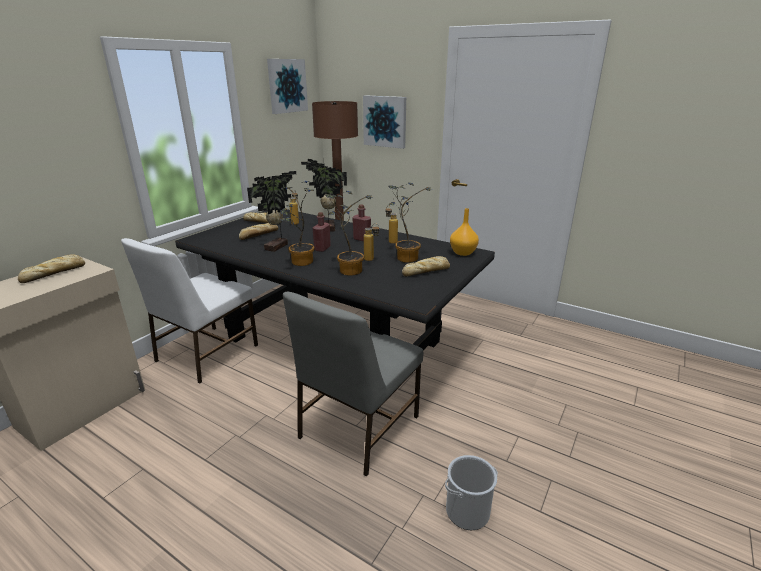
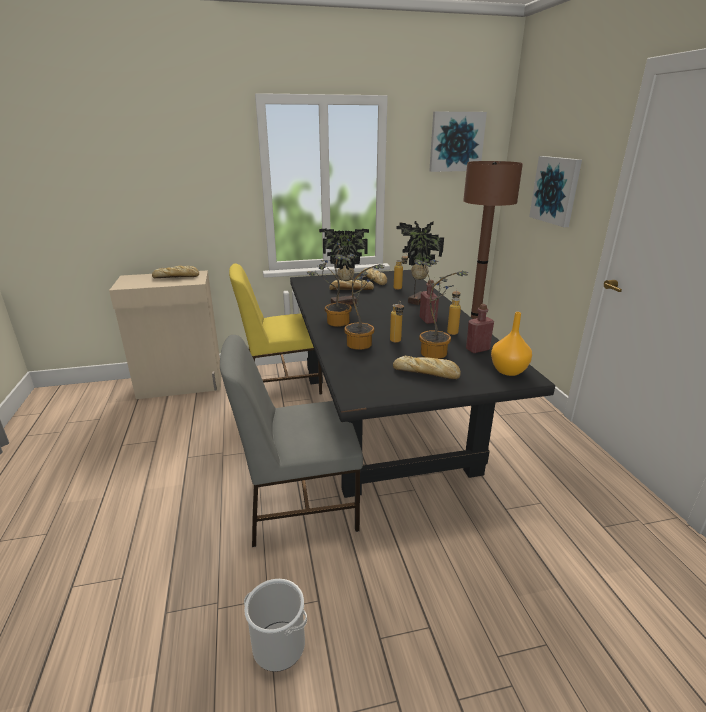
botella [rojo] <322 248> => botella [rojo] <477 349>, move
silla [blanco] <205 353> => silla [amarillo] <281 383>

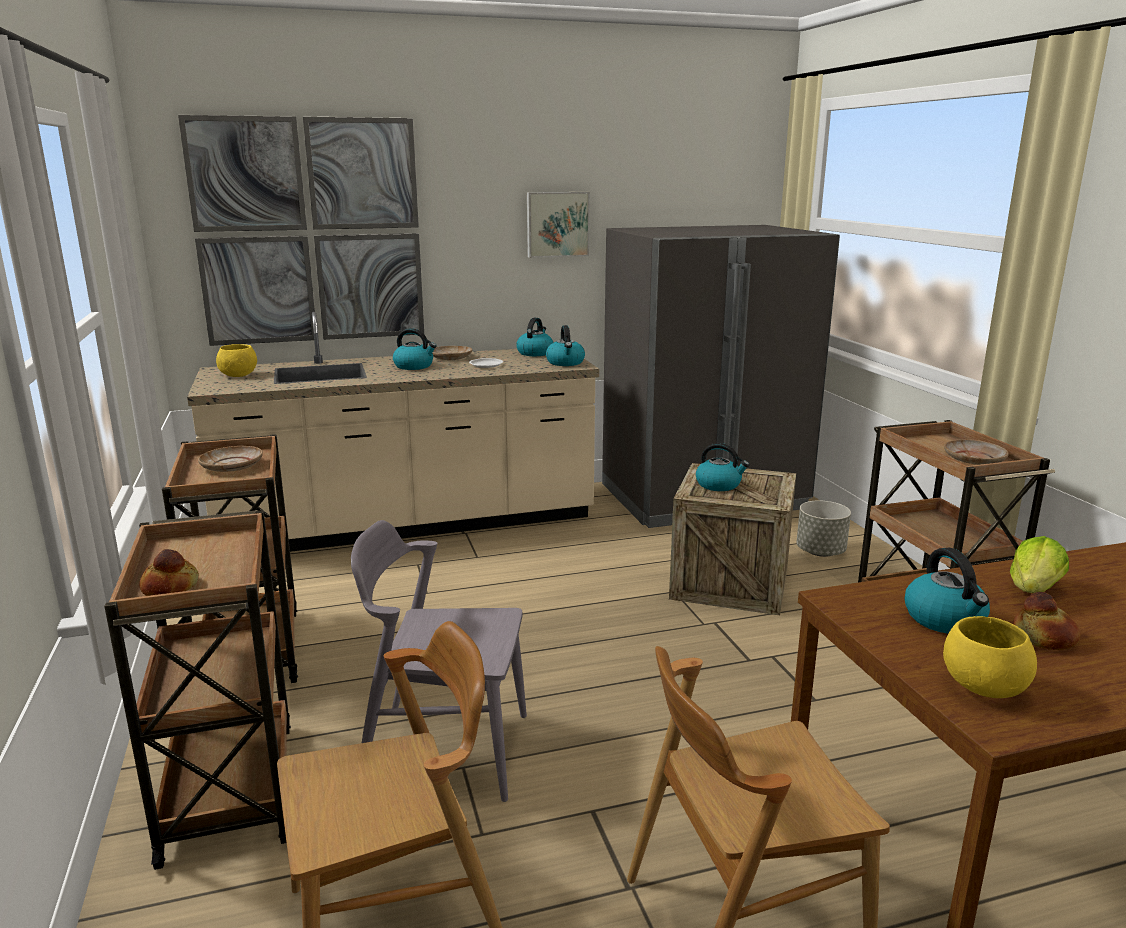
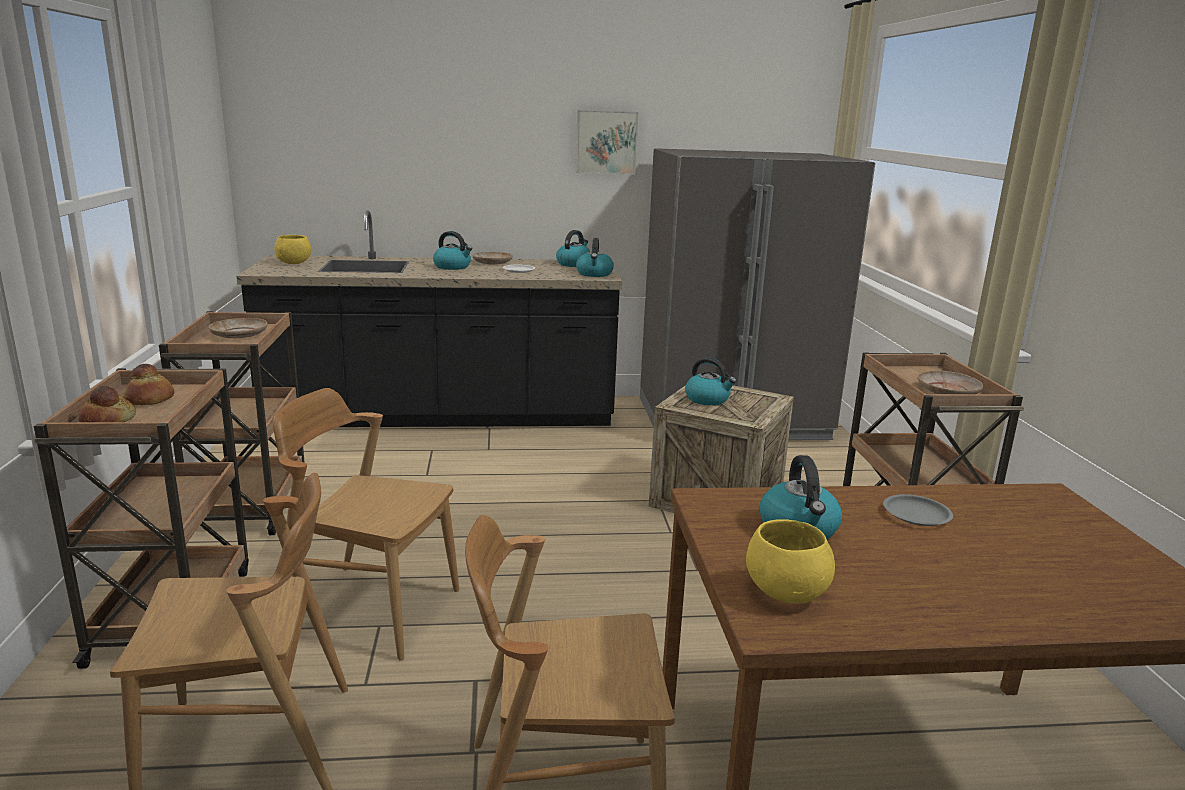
cuadro <310 232> => nothing
mueble bajo de cocina [beis] <409 524> => mueble bajo de cocina [negro] <442 415>
maceta [gris] <820 552> => nothing
silla [gris] <445 750> => silla [marrón] <371 609>
lechuga <1034 590> => plato [gris] <917 514>
pan <1045 637> => pan <151 399>, move

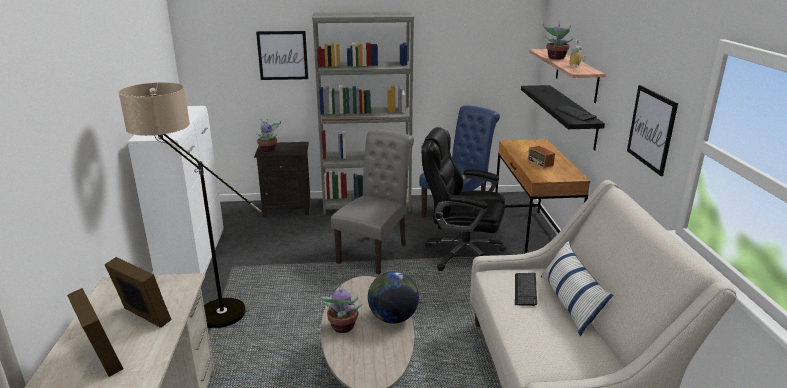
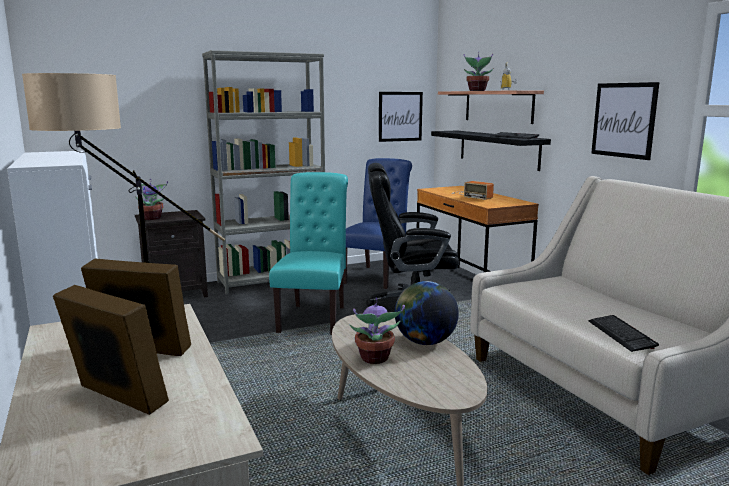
cuadro <282 55> => cuadro <400 116>, move
silla [gris] <375 251> => silla [turquesa] <314 317>
cojín <569 303> => nothing
teclado <525 290> => teclado <621 334>, move

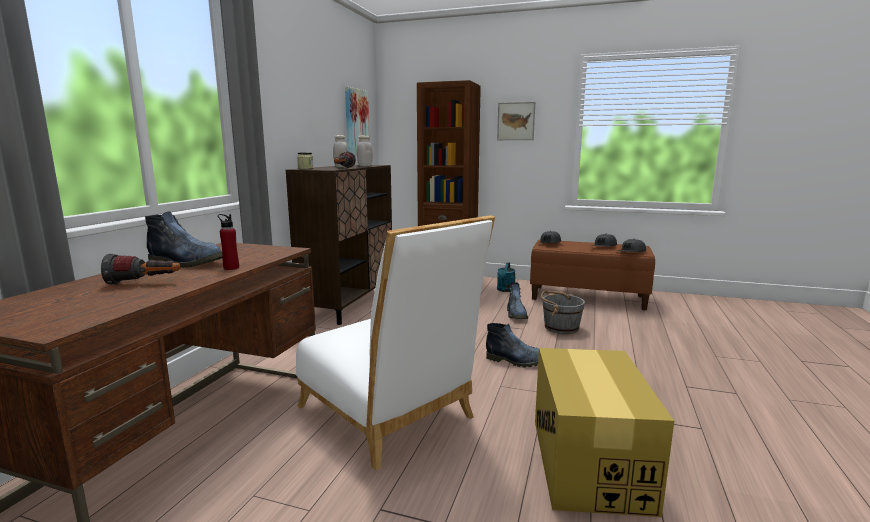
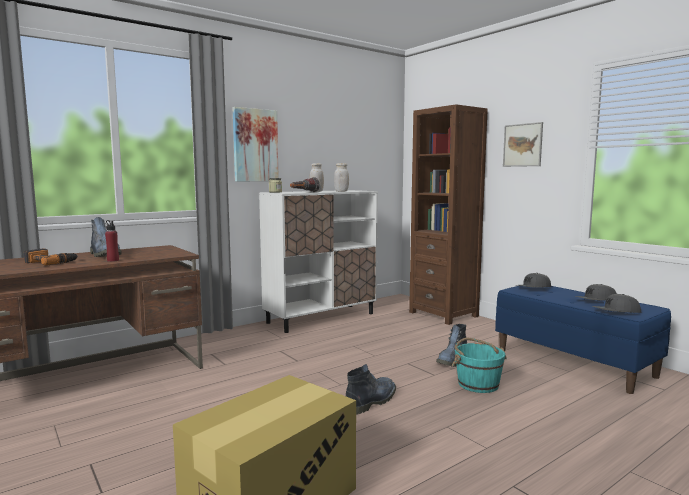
cuadro <356 122> => cuadro <255 145>, move
armario [marrón] <349 303> => armario [blanco] <321 318>
silla [blanco] <391 416> => nothing
banco [marrón] <588 297> => banco [azul] <574 362>
linterna <145 283> => taladro <51 262>
regadera [turquesa] <505 290> => nothing
cubo [gris] <560 327> => cubo [turquesa] <477 384>
bota <517 361> => bota <372 401>, 105 degrees counterclockwise

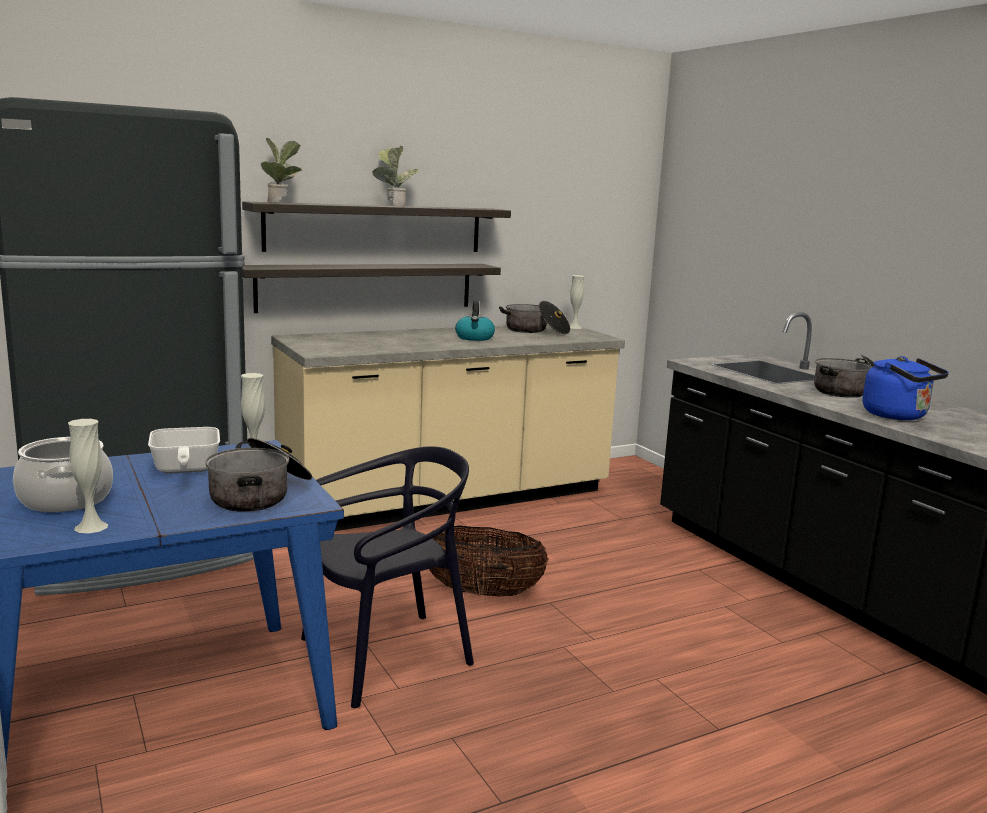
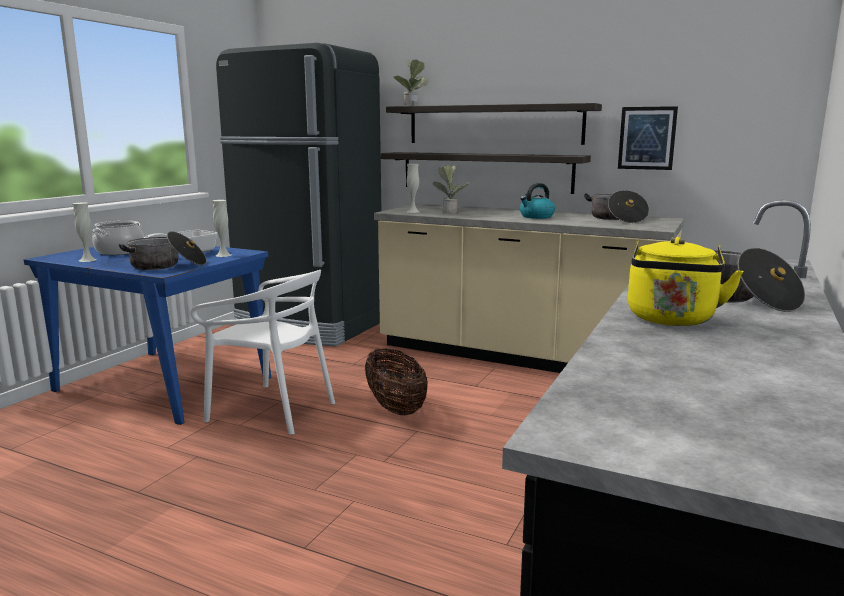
planta en maceta <393 206> => planta en maceta <450 212>, move
florero [blanco] <574 327> => florero [blanco] <413 211>, move
hervidor [azul] <898 416> => hervidor [amarillo] <671 320>
silla [negro] <386 656> => silla [blanco] <272 410>
nothing => cuadro <647 138>

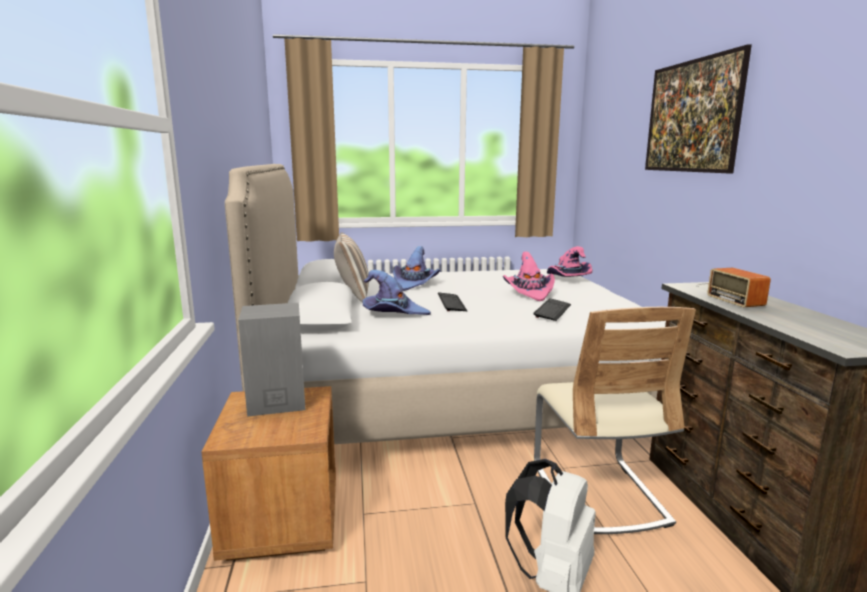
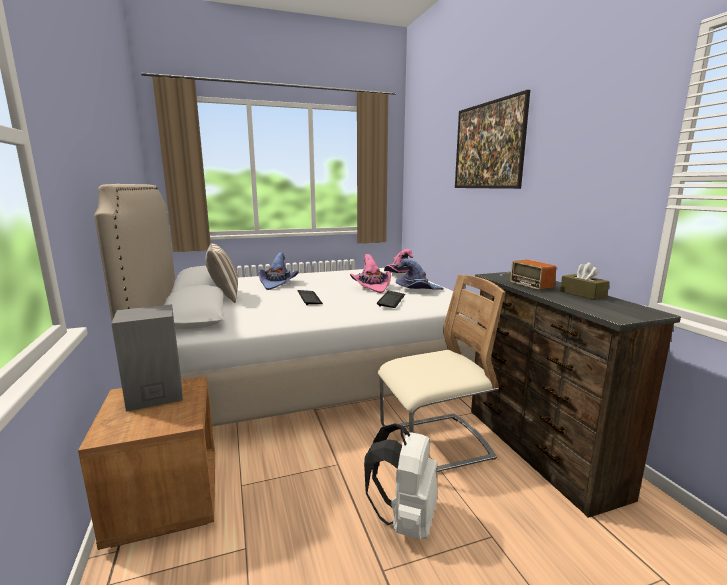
sombrero [morado] <393 313> => sombrero [morado] <417 290>, move
silla [beis] <597 493> => silla [beis] <435 444>, 90 degrees counterclockwise
nothing => caja de pañuelos [marrón] <582 294>

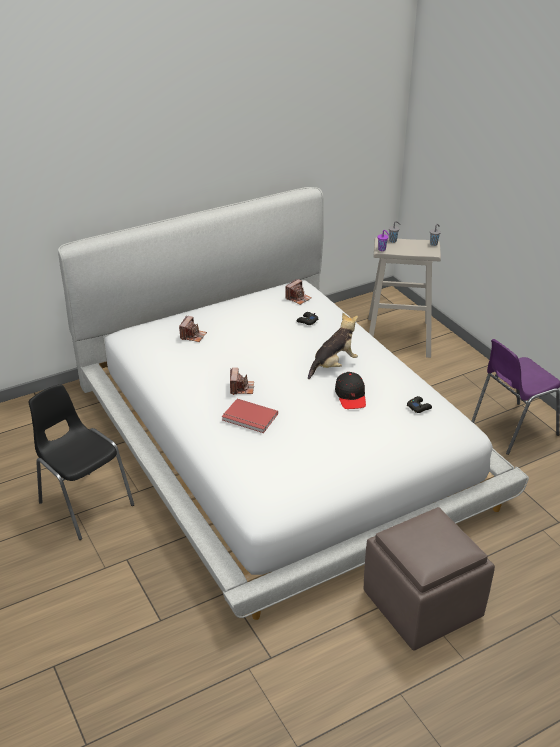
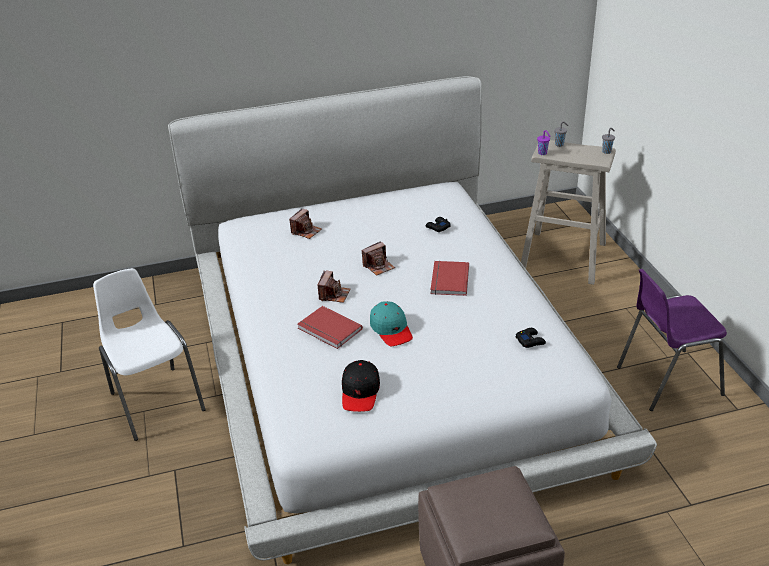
cámara <298 298> => cámara <378 266>, move
peluche <333 365> => libro [rojo] <448 280>
gorra [negro] <351 396> => gorra [negro] <360 392>, move
silla [negro] <84 503> => silla [blanco] <156 400>
nothing => gorra [turquesa] <391 329>

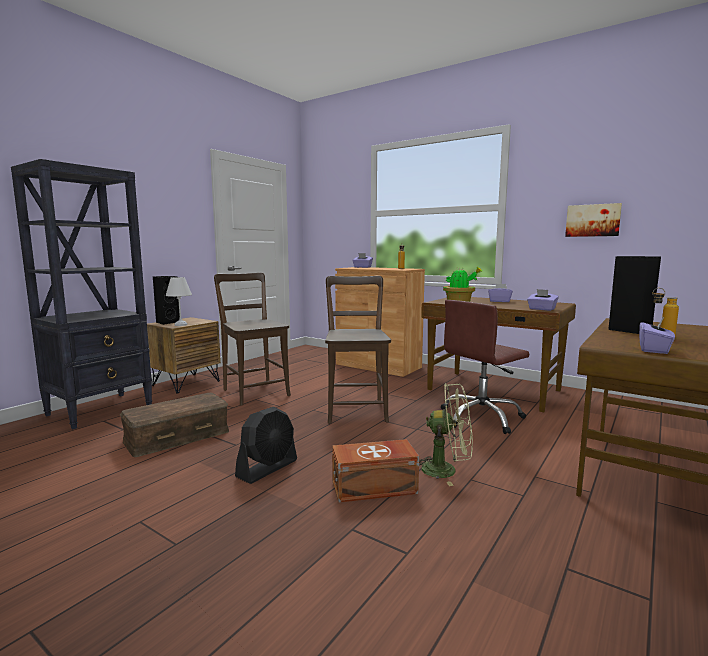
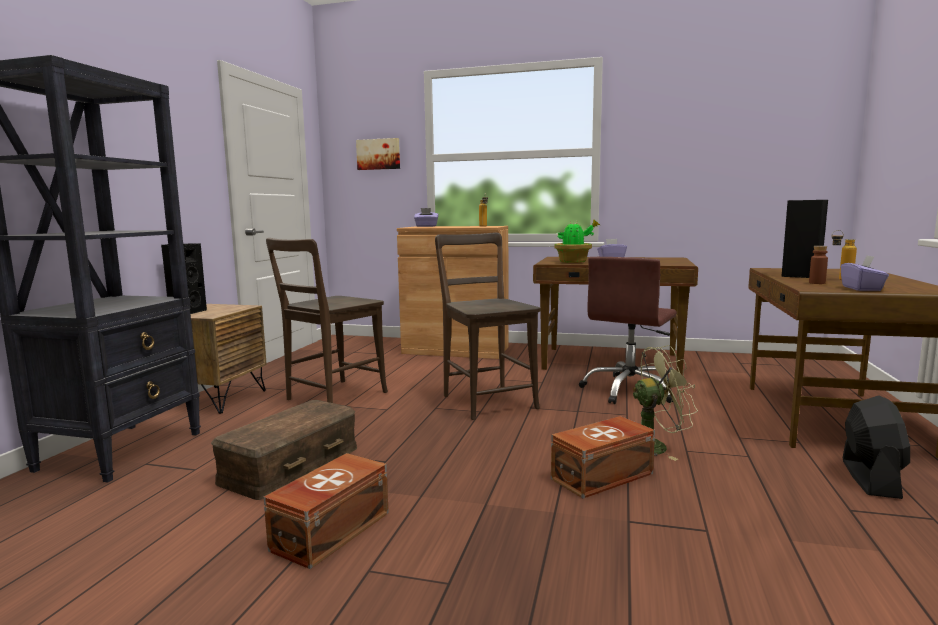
cuadro <593 220> => cuadro <378 154>, move
silla [marrón] <254 391> => silla [marrón] <332 397>, 90 degrees counterclockwise
lámpara de mesa [blanco] <180 325> => nothing
caja de pañuelos [morado] <541 309> => nothing
ventilador [negro] <267 468> => ventilador [negro] <870 478>, move
nothing => botella [marrón] <817 283>
nothing => caja de almacenaje [marrón] <329 531>

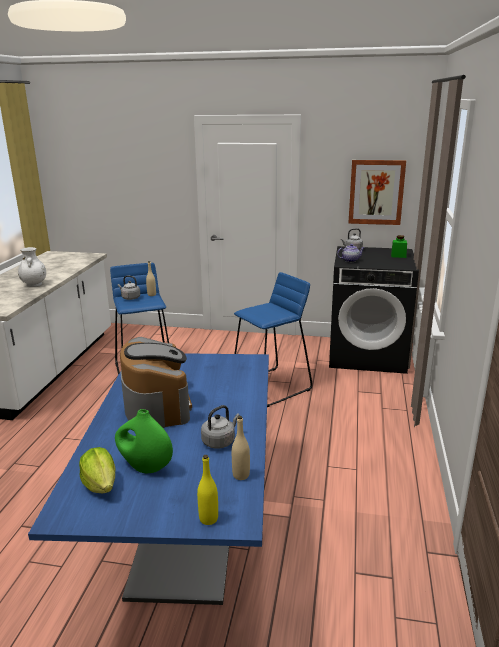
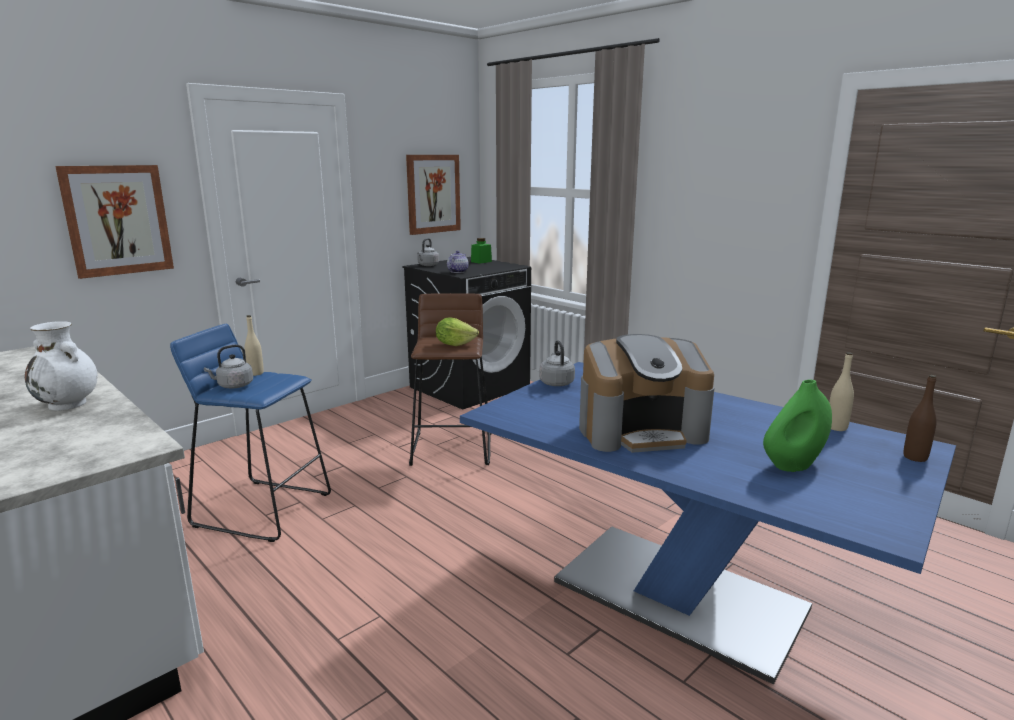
taburete [azul] <271 387> => taburete [marrón] <452 448>
cafetera <157 405> => cafetera <641 431>, 150 degrees clockwise
hervidor [gris] <220 441> => hervidor [gris] <556 382>, move
lechuga <100 484> => lechuga <454 344>, move
botella [amarillo] <208 519> => botella [marrón] <915 457>
nothing => cuadro <117 220>

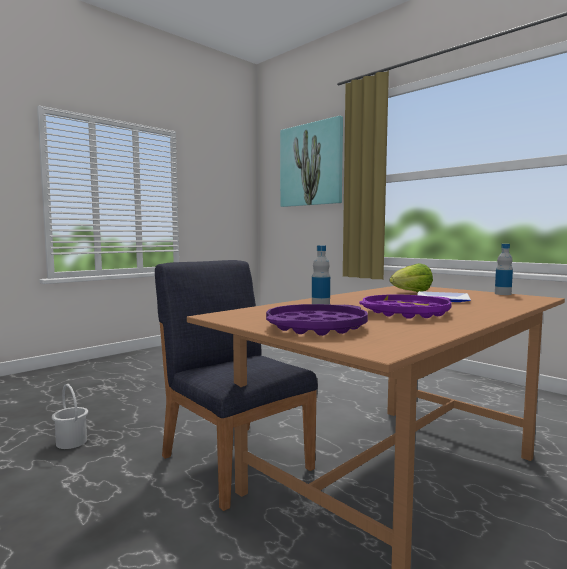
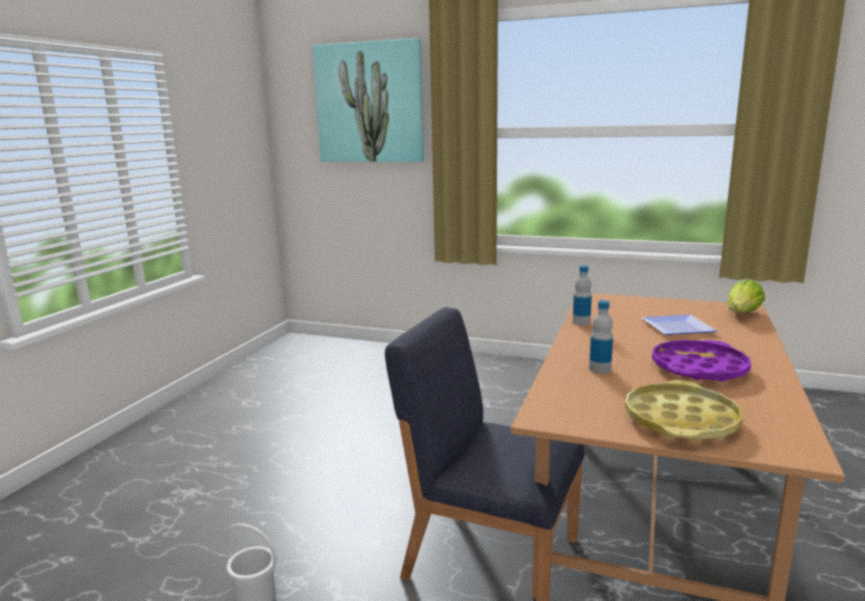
botella <502 294> => botella <581 322>, move
lechuga <411 292> => lechuga <742 314>, move
bandeja [morado] <316 327> => bandeja [amarillo] <681 420>

